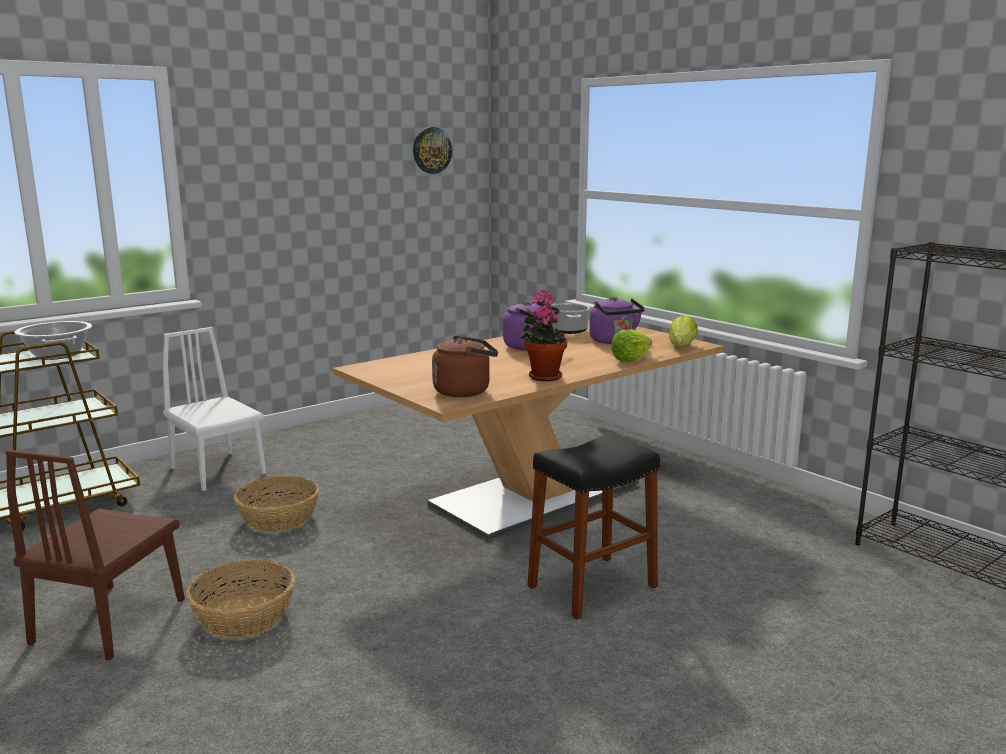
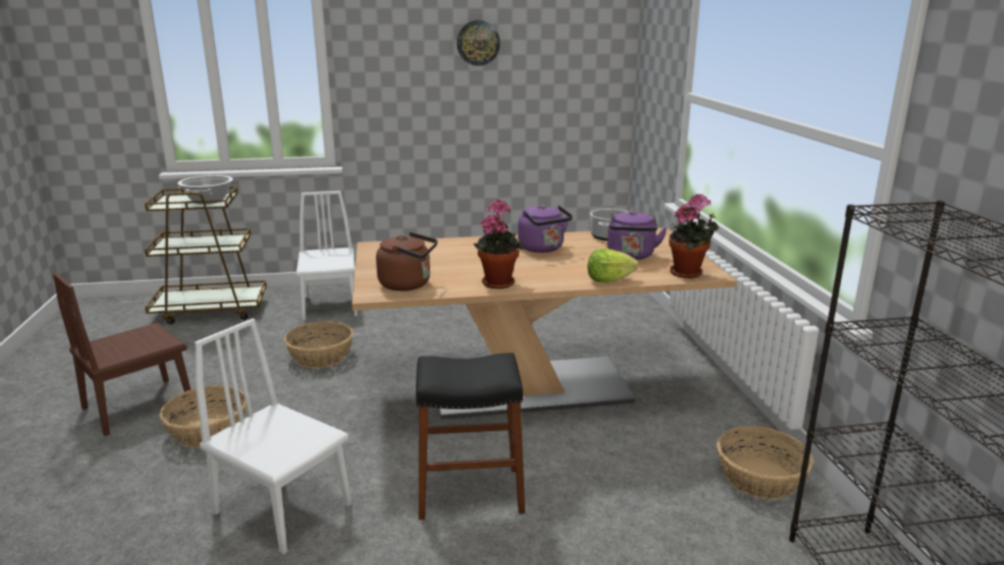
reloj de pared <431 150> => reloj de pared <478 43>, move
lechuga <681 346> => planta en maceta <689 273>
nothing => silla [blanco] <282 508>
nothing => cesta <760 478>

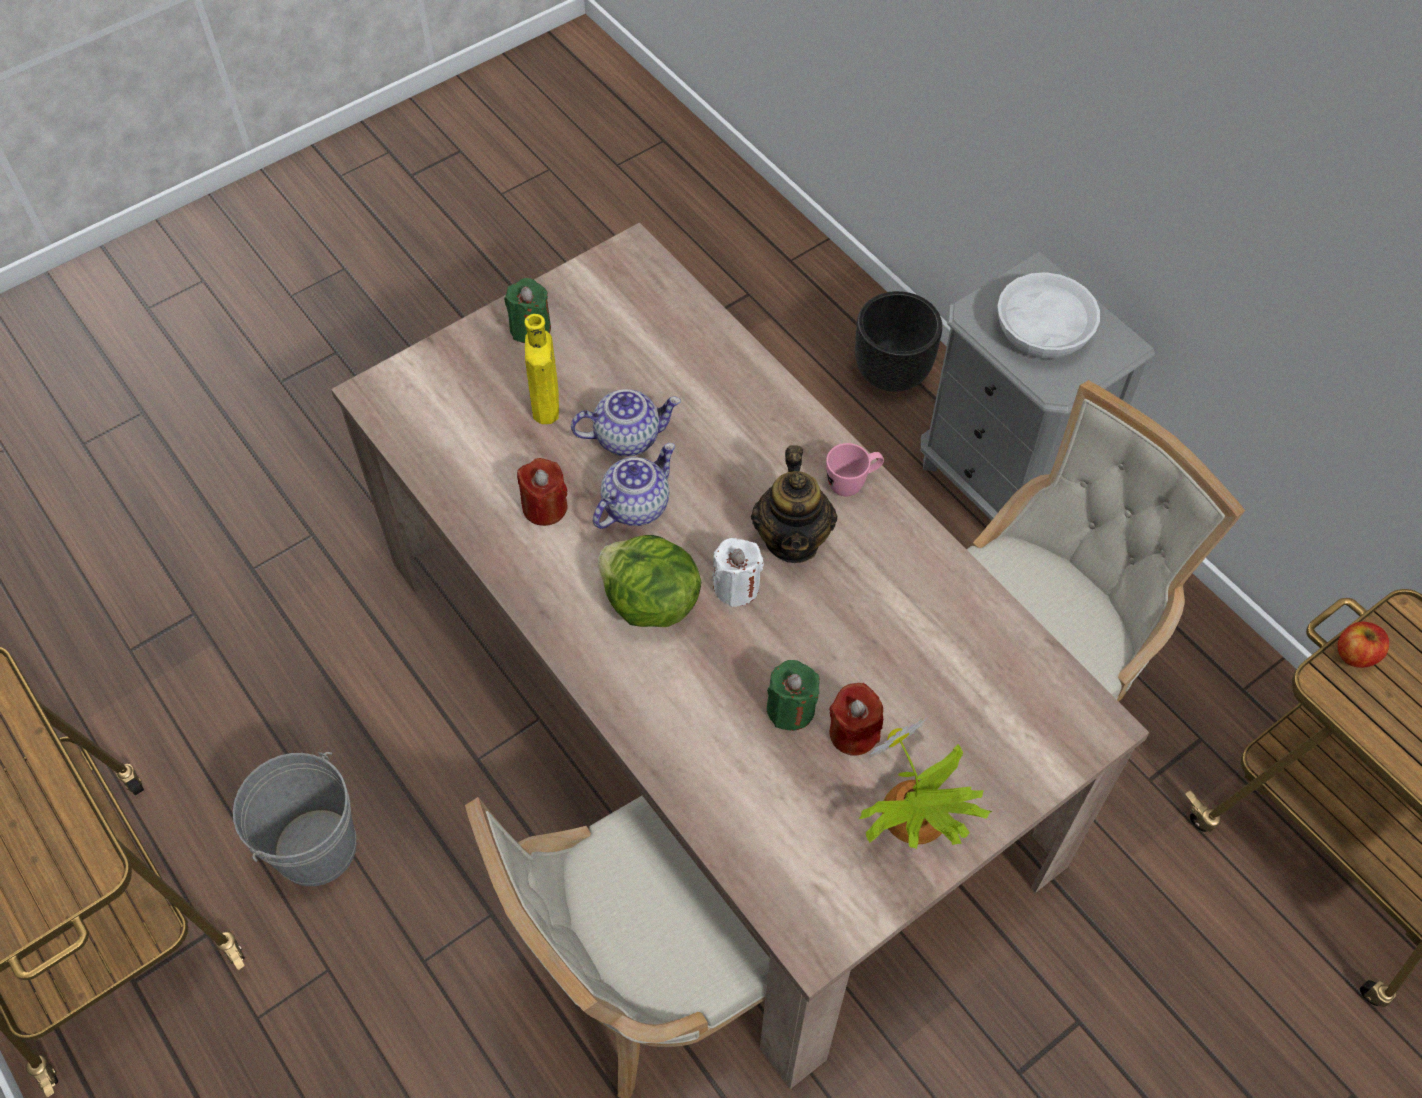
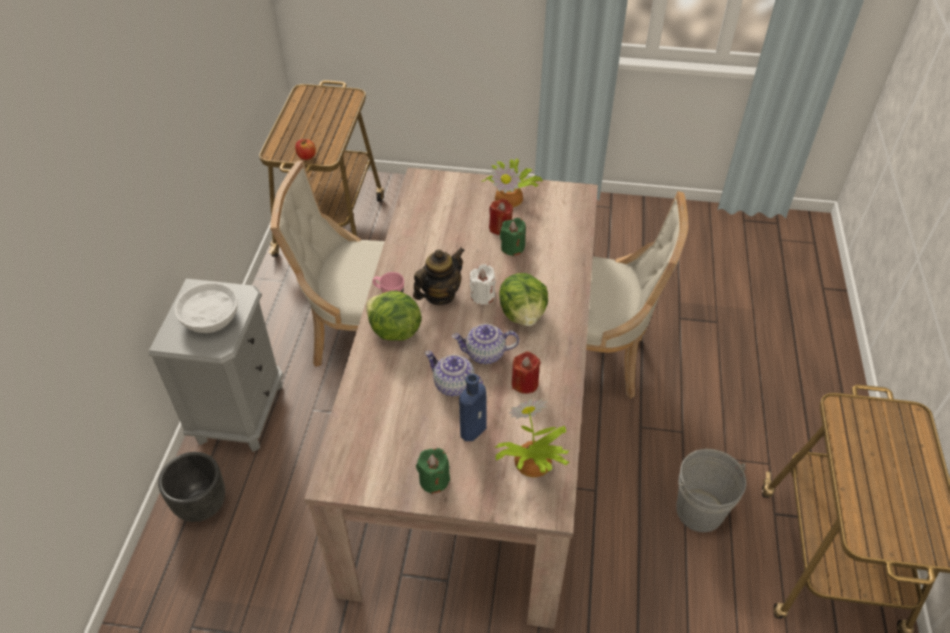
botella [amarillo] <546 409> => botella [azul] <474 428>
nothing => lechuga <394 331>
nothing => planta en maceta <532 462>

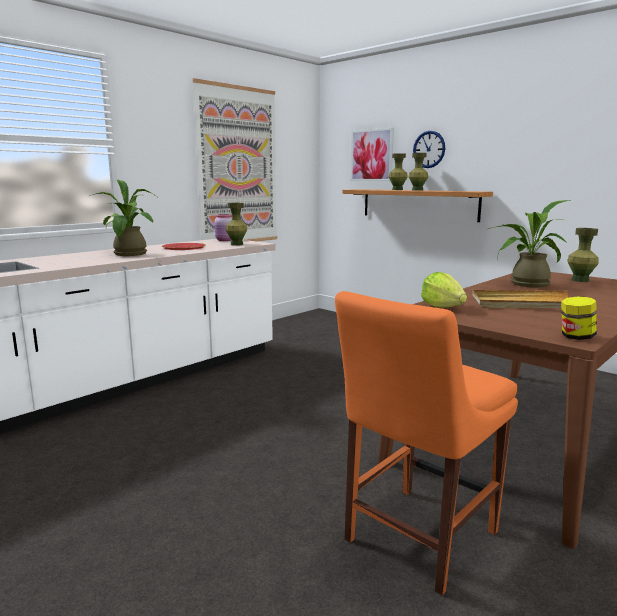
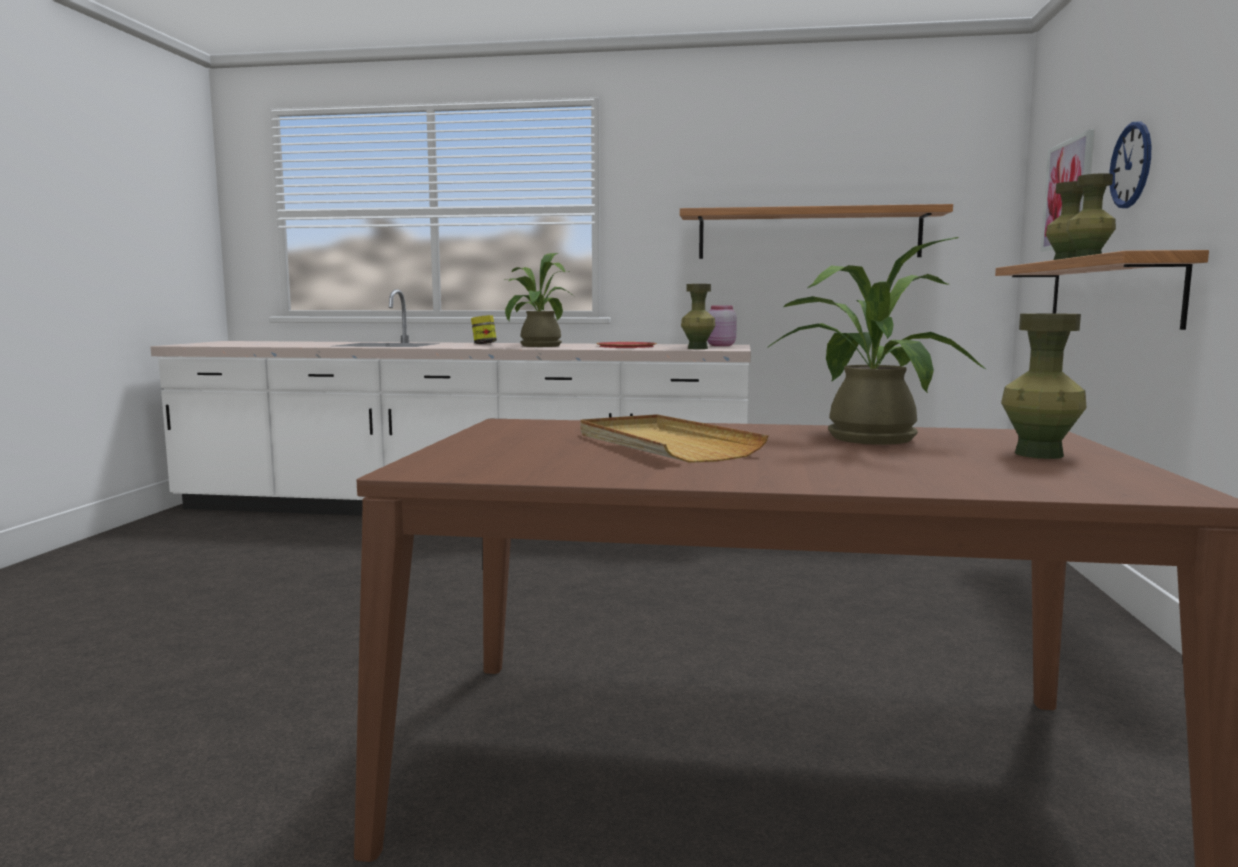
cuadro <238 167> => estante <808 234>
lechuga <442 307> => nothing
silla [naranja] <416 539> => nothing
tarro <576 337> => tarro <484 344>, move

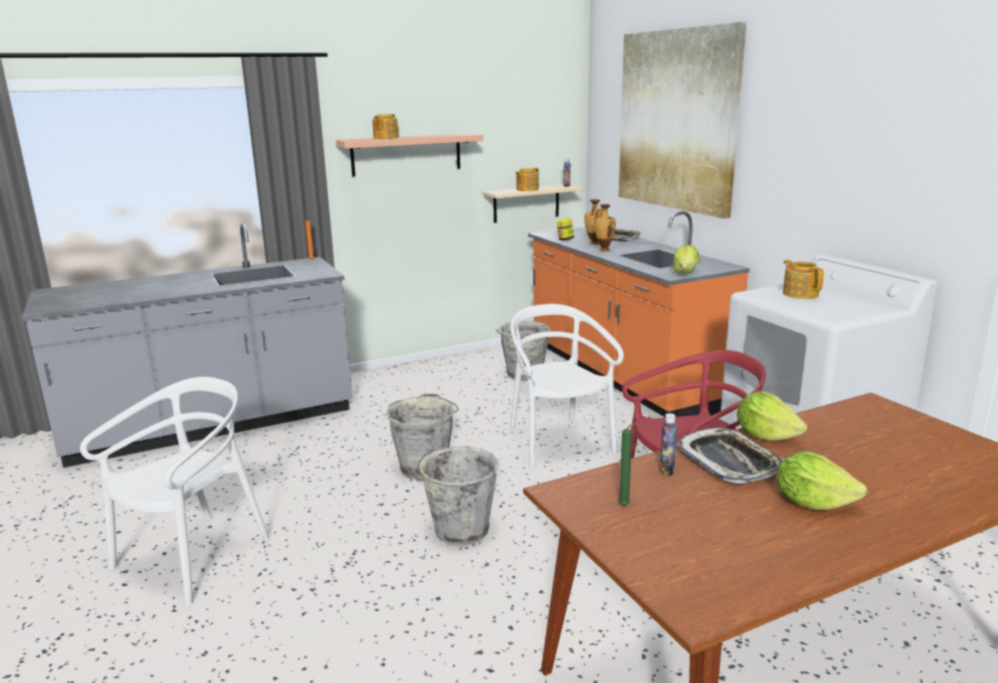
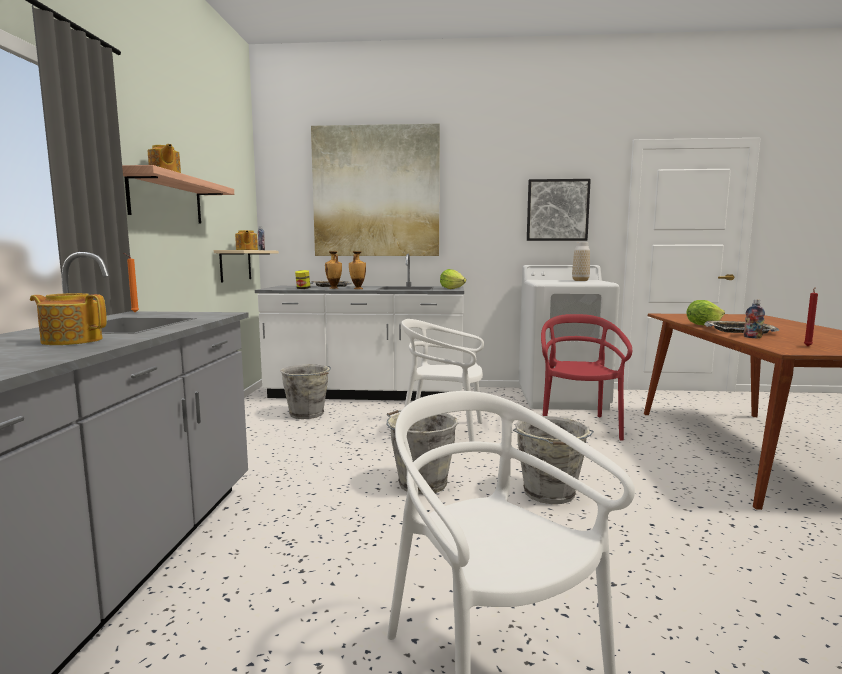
mueble bajo de cocina [naranja] <621 376> => mueble bajo de cocina [blanco] <366 394>
tetera <800 294> => tetera <72 340>, move
vela [verde] <626 506> => vela [rojo] <808 346>
lechuga <812 503> => nothing
nothing => cuadro <557 210>
nothing => florero <580 280>

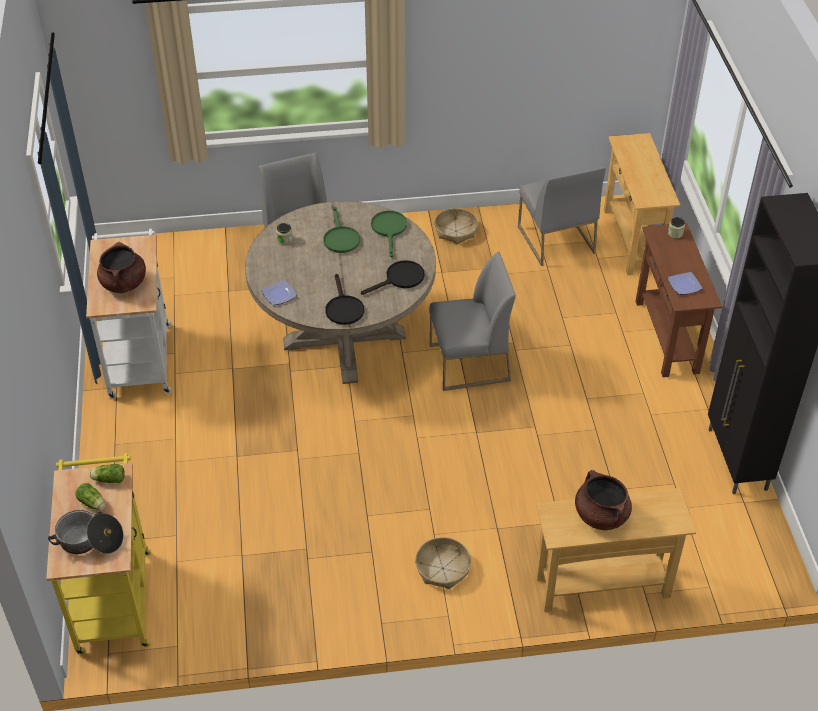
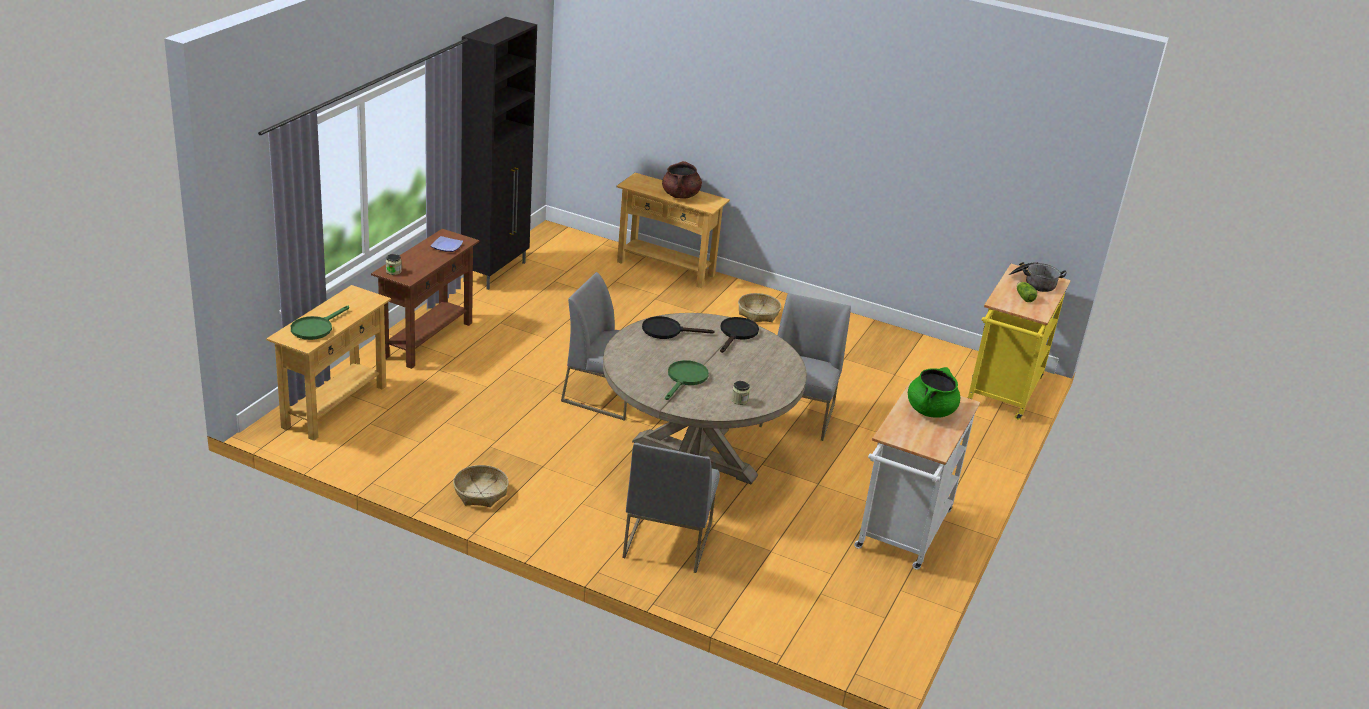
silla [gris] <555 239> => silla [gris] <798 416>, move
sartén [verde] <389 230> => sartén [verde] <315 328>, move
olla [marrón] <124 283> => olla [verde] <930 410>
plato <280 295> => nothing
lechuga <108 479> => nothing

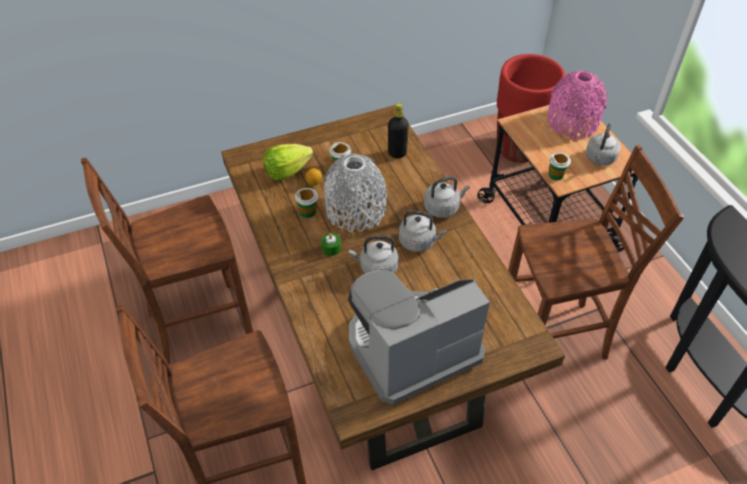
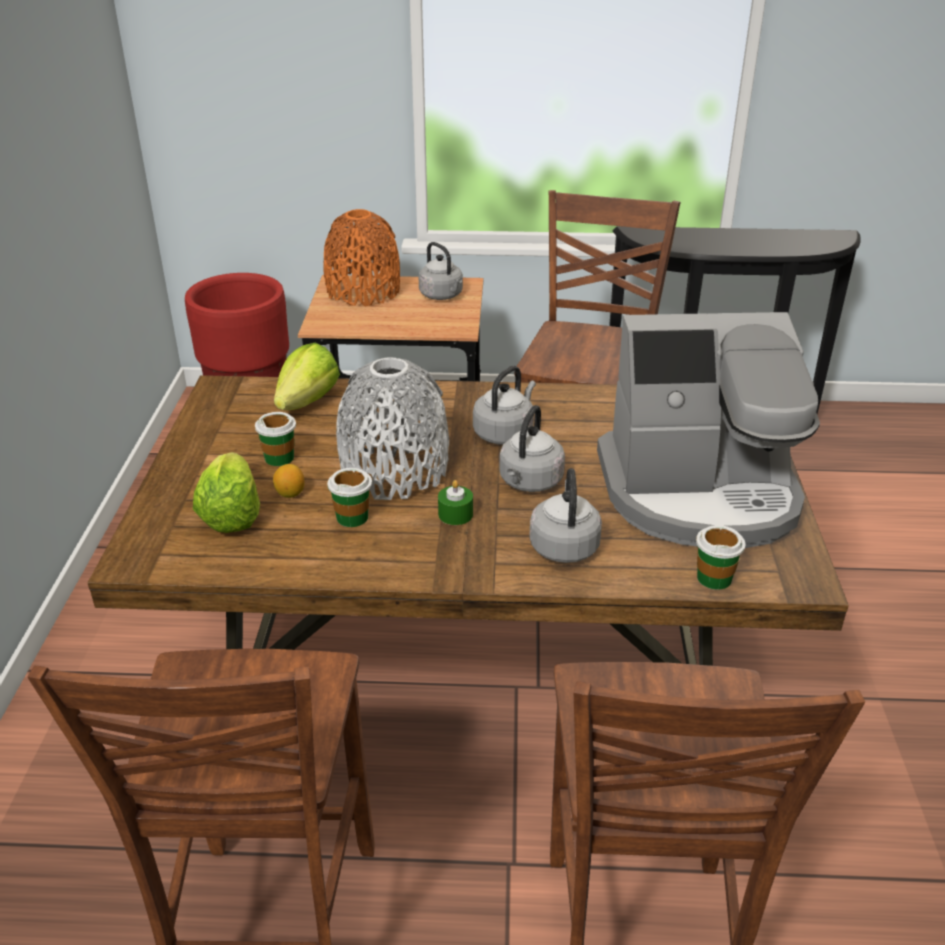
florero [rosa] <572 122> => florero [naranja] <363 292>
botella [negro] <397 153> => lechuga <308 402>
taza <556 175> => taza <714 578>, move
hervidor [gris] <443 208> => hervidor [gris] <564 545>, move
cafetera <410 347> => cafetera <700 494>, 90 degrees counterclockwise

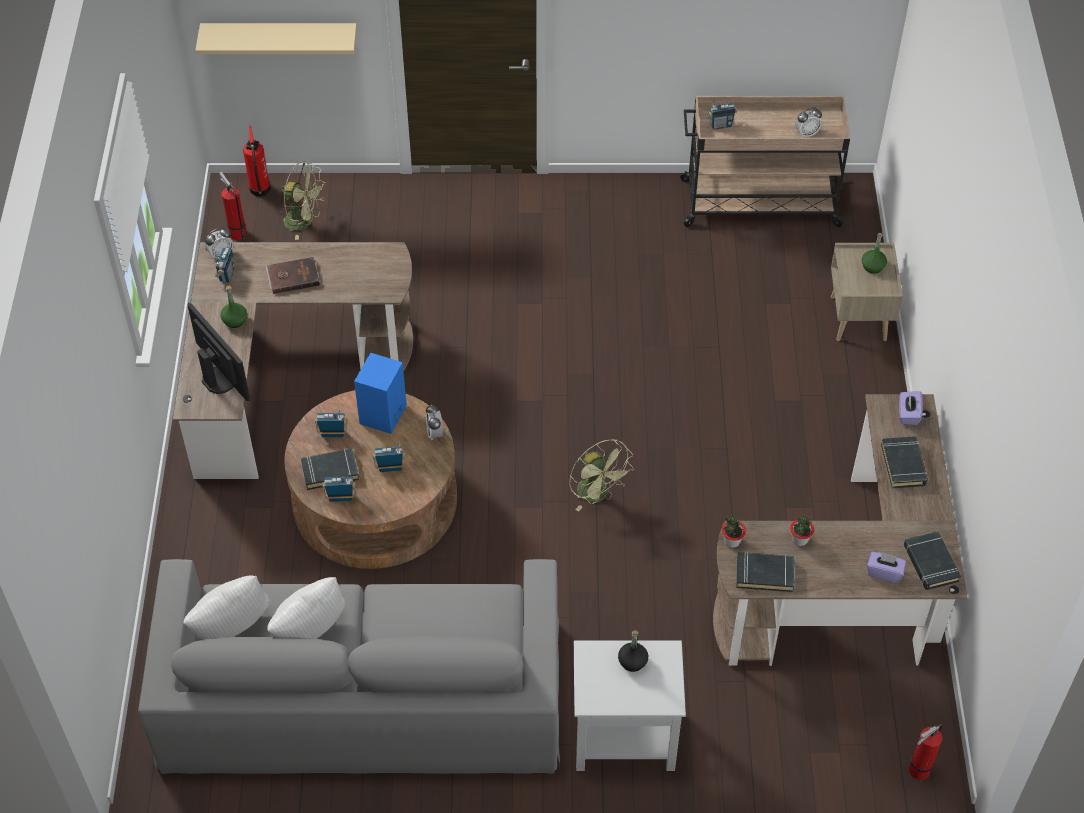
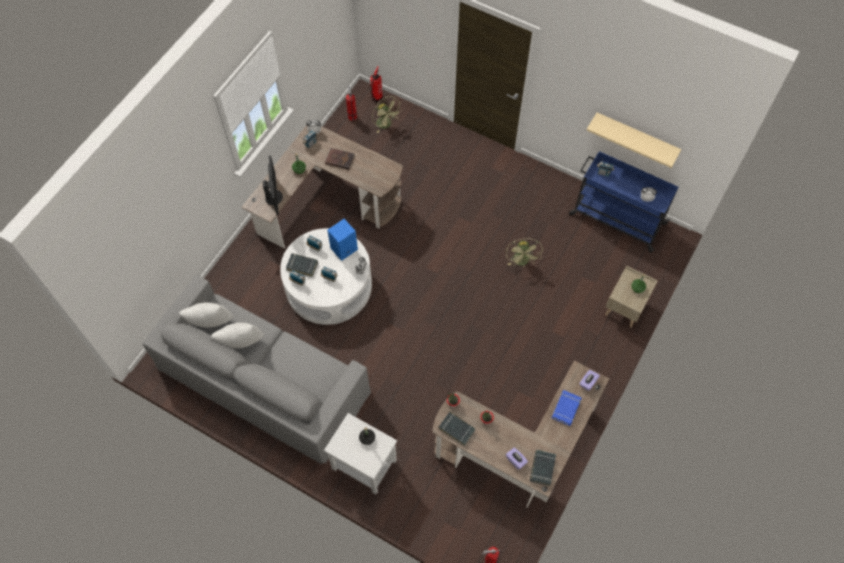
estante [beis] <280 37> => estante [beis] <636 137>, move
carrito [beis] <758 203> => carrito [azul] <616 218>
mesa de centro [marrón] <374 499> => mesa de centro [blanco] <328 285>
libro [negro] <903 465> => libro [azul] <566 409>
ventilador [verde] <598 495> => ventilador [verde] <522 262>, move

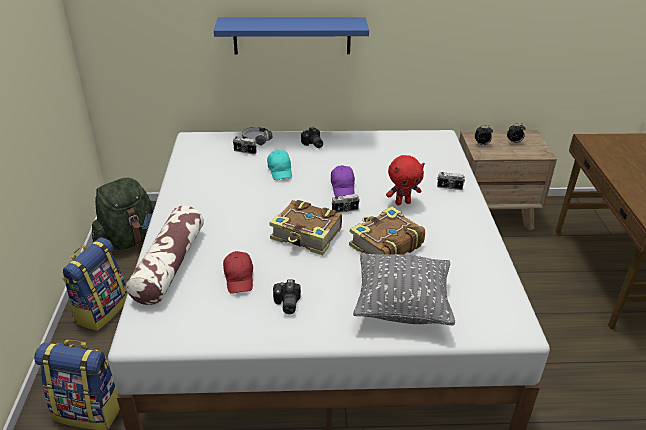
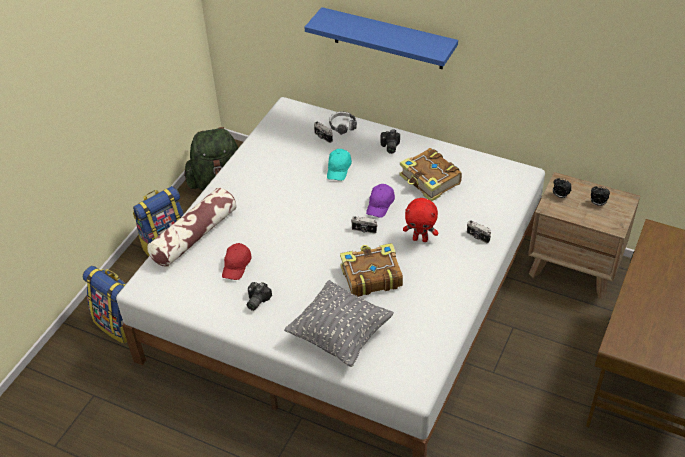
libro <307 235> => libro <430 181>, move

